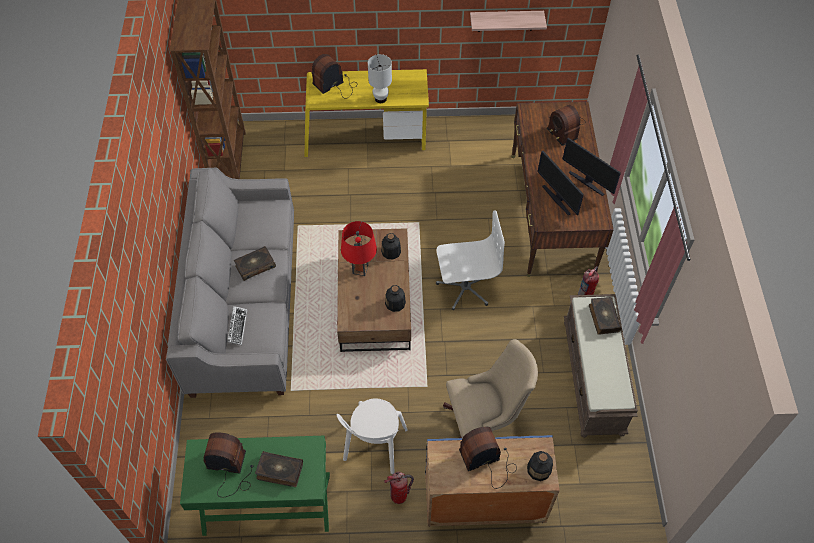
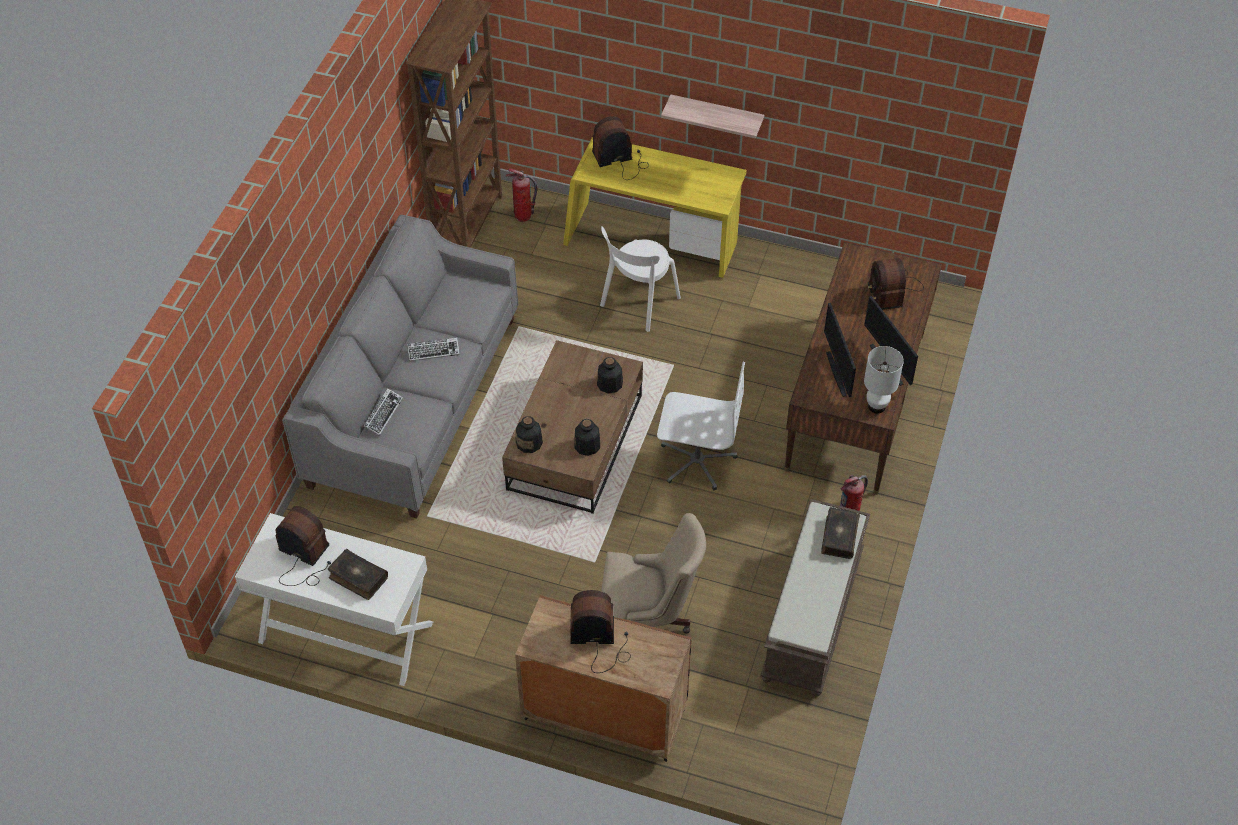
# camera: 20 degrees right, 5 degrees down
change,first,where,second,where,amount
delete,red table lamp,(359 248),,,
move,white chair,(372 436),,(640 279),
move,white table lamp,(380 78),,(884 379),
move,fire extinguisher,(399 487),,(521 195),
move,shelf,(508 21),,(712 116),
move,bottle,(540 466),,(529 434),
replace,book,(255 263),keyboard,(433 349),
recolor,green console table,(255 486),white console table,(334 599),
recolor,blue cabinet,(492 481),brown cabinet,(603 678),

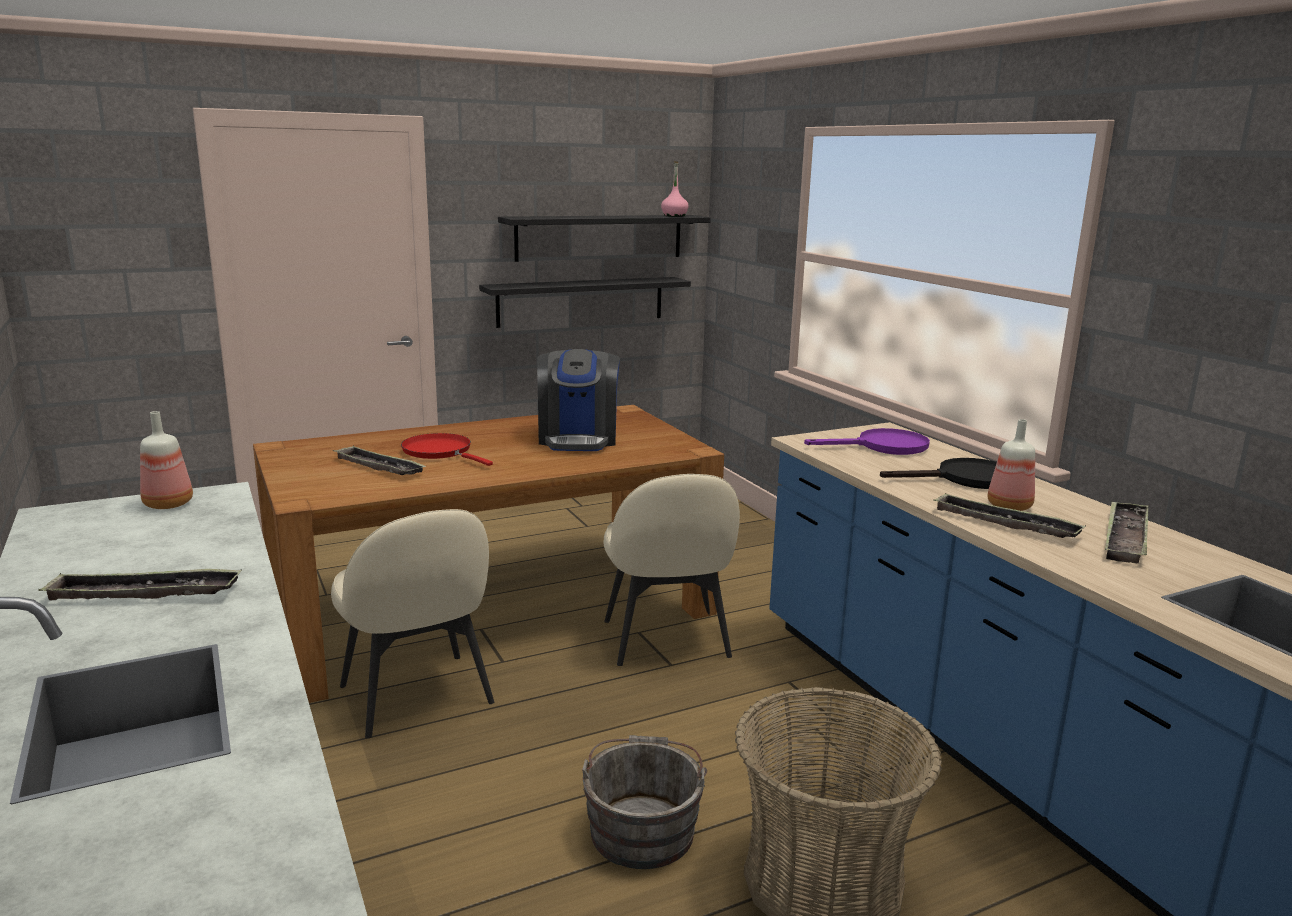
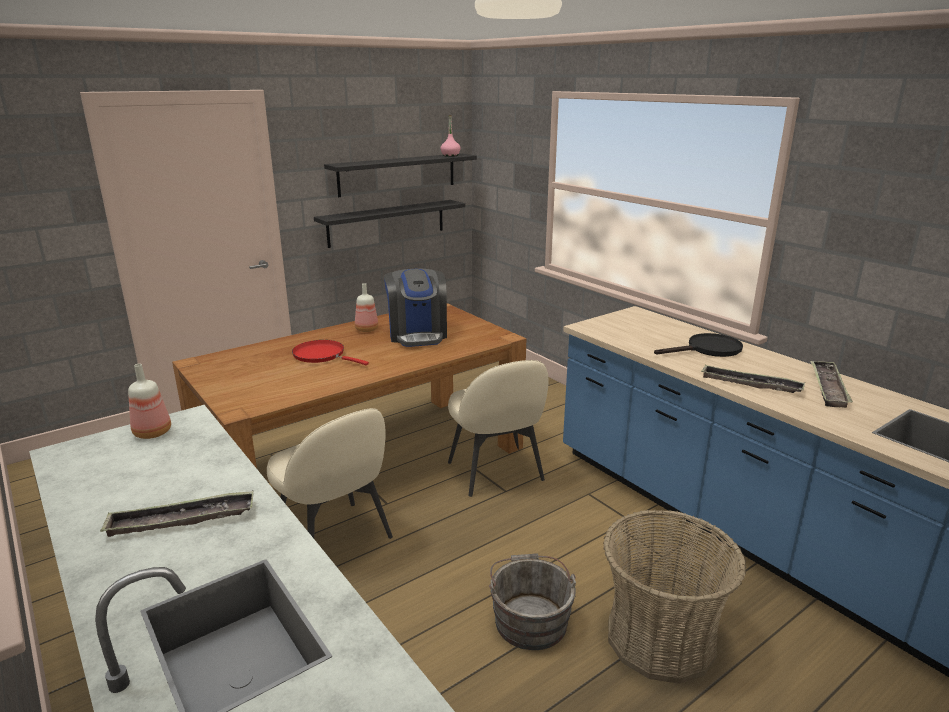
# camera: 10 degrees left, 5 degrees up
change,first,where,second,where,amount
delete,tray,(379 460),,,
delete,purple frying pan,(867 441),,,
move,bottle,(1011 465),,(366 307),

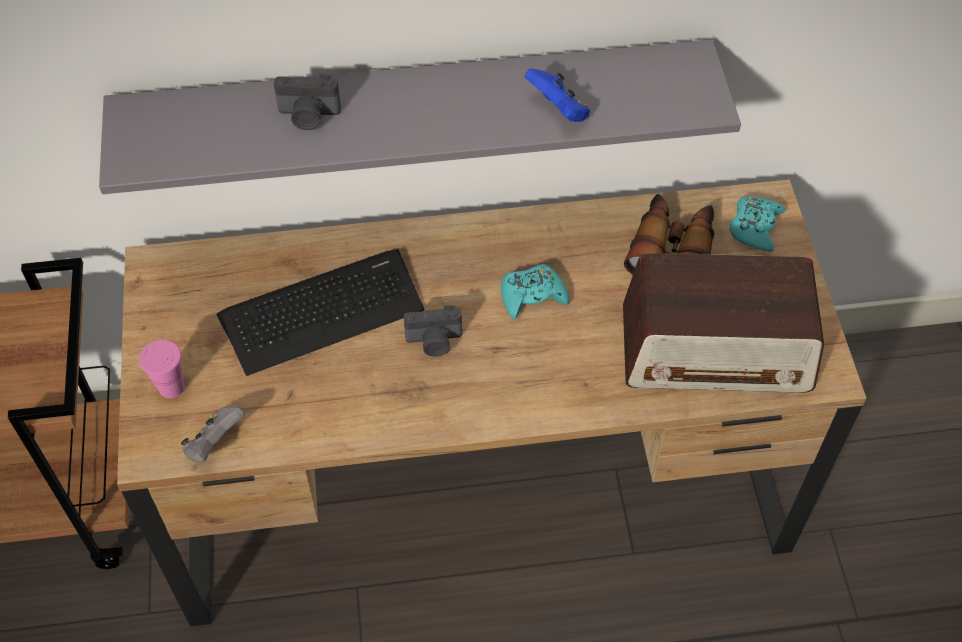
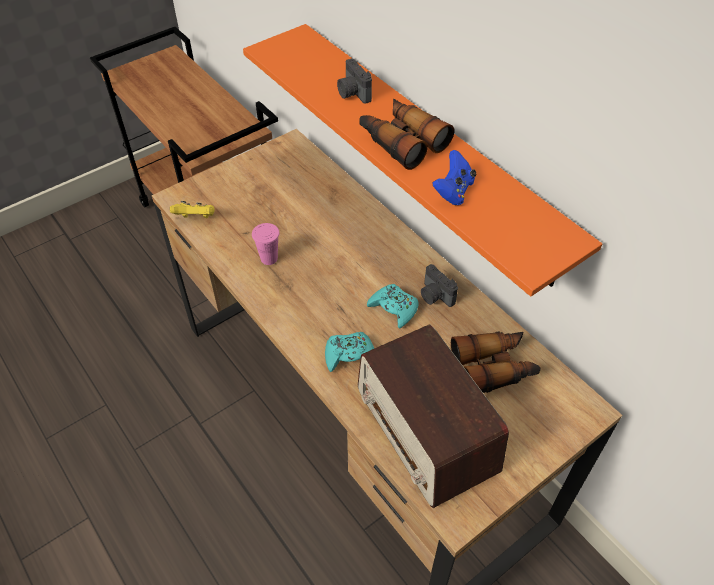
# camera: 60 degrees right, 5 degrees down
change,first,where,second,where,amount
delete,keyboard,(320 312),,,
insert,,,binoculars,(407 134),
move,pink cup,(161 369),,(266 244),
move,photo camera,(433 331),,(439 285),
move,turquoise game controller,(758 224),,(349 352),
recolor,grey shelf,(420 116),orange shelf,(422 160),
recolor,grey game controller,(213 434),yellow game controller,(192 209),

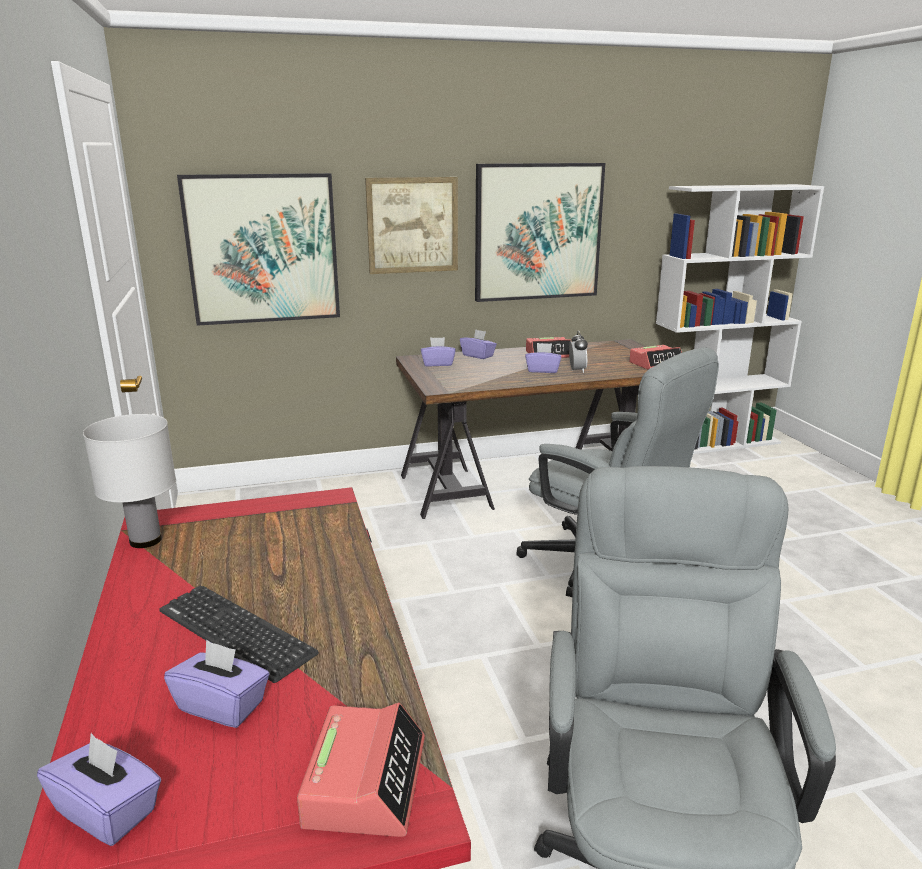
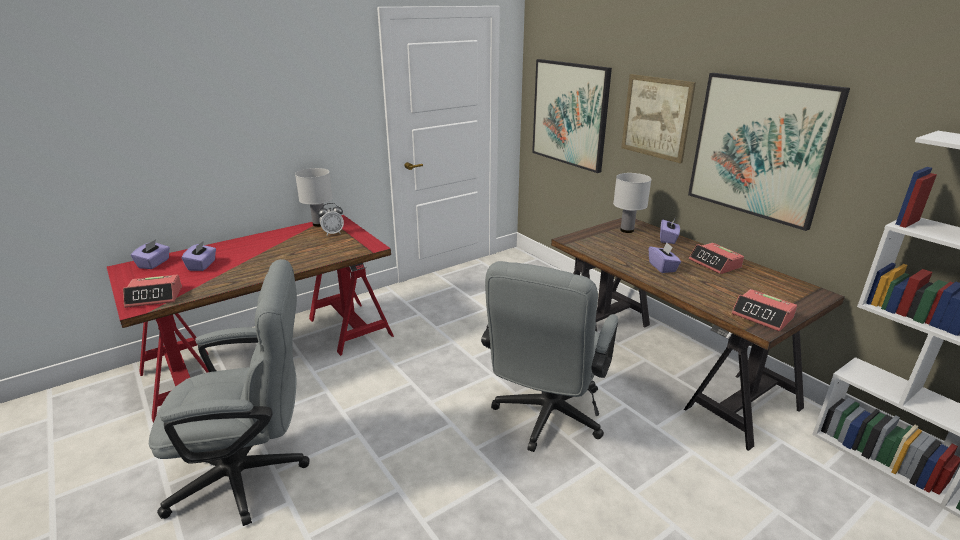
# camera: 70 degrees right, 5 degrees up
change,first,where,second,where,amount
delete,keyboard,(239 634),,,
move,alarm clock,(578 352),,(331 219),
replace,purple tissue box,(438 352),white table lamp,(632 203),

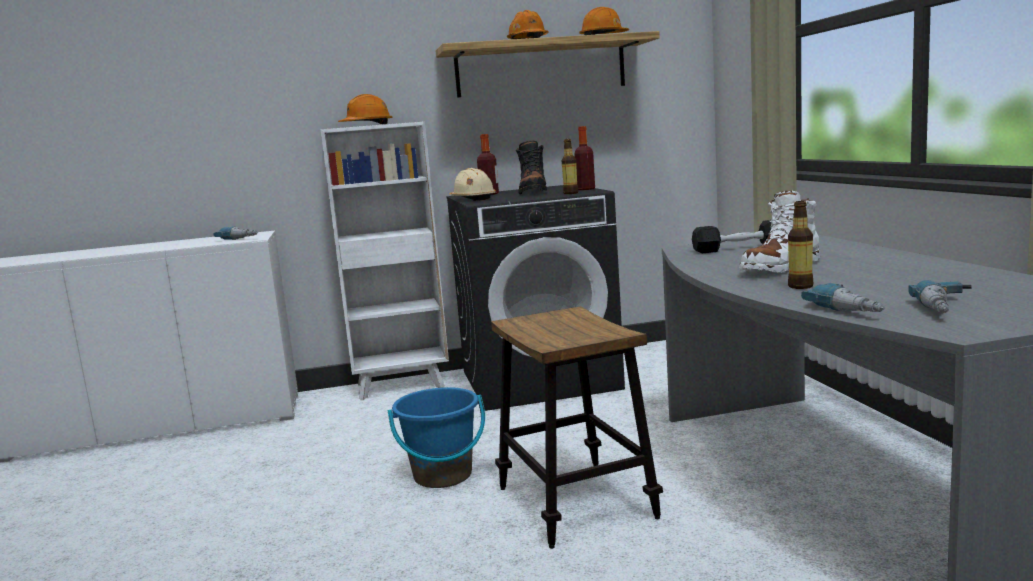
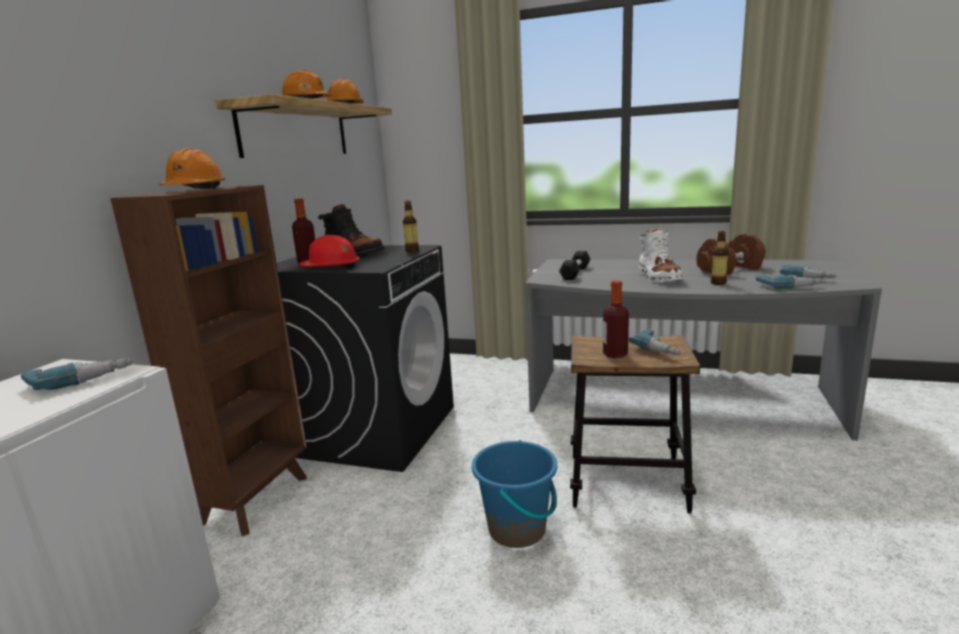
# camera: 60 degrees left, 5 degrees up
change,first,where,second,where,amount
insert,,,power drill,(655 342),
insert,,,brown dumbbell,(730 254),
move,bottle,(584 158),,(616 319),
recolor,white bookcase,(385 260),brown bookcase,(208 360),
recolor,beige hard hat,(472 184),red hard hat,(329 252),

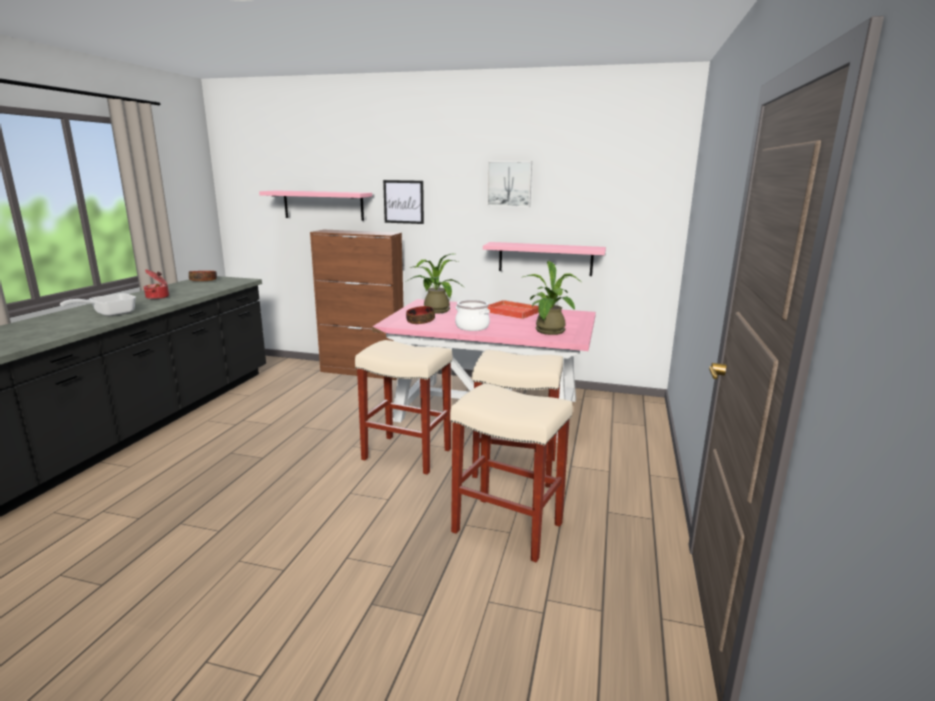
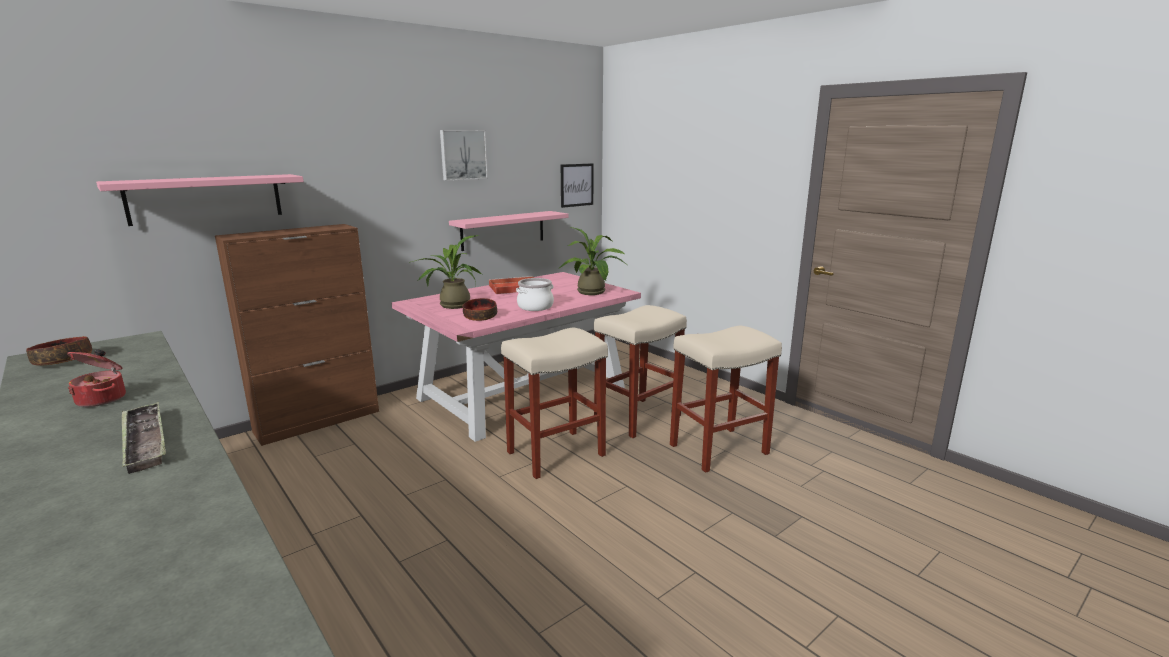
# camera: 55 degrees left, 0 degrees up
change,first,where,second,where,amount
move,picture,(403 202),,(577 185),
replace,frying pan,(98 304),tray,(144 438),

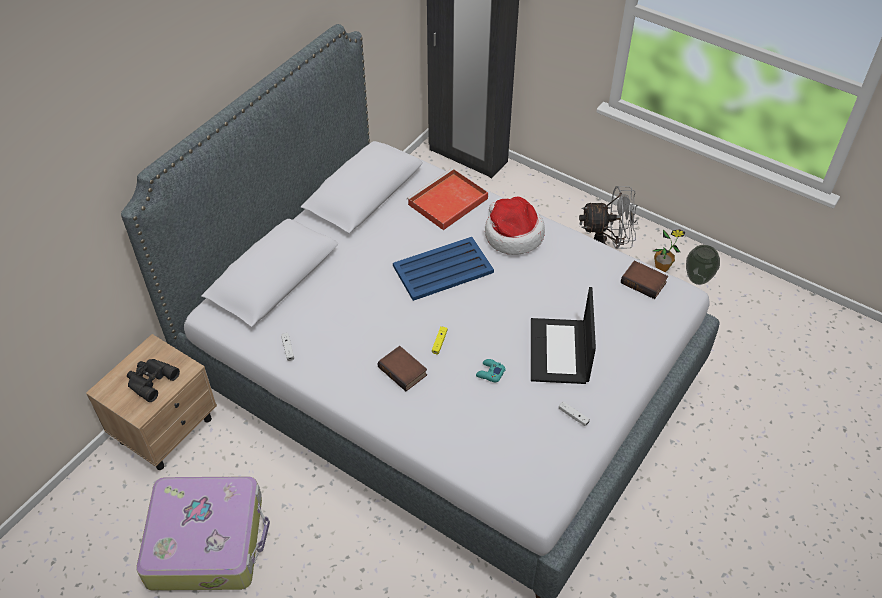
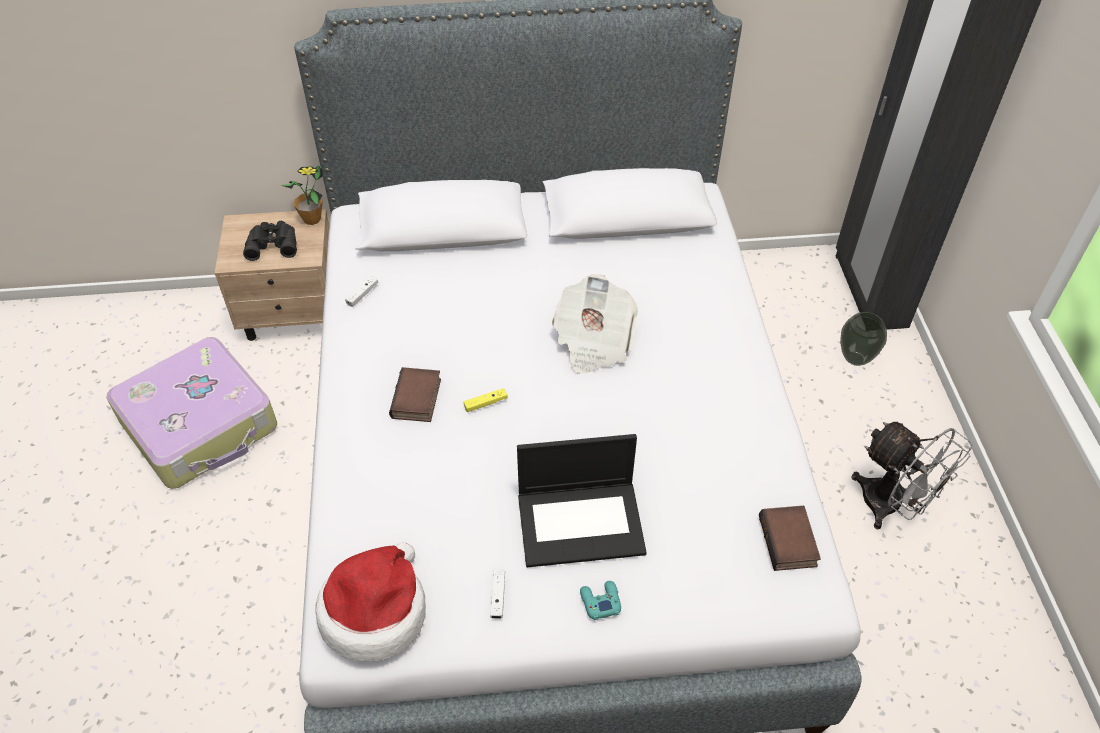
# camera: 50 degrees right, 0 degrees up
change,first,where,second,where,amount
delete,red tray,(447 199),,,
move,turquoise game controller,(491 371),,(600 600),
move,hat,(515 226),,(370 602),
move,potted plant,(669 250),,(302 195),
move,vase,(703 265),,(863 339),
replace,blue tray,(443 269),newspaper,(595 324),
rotate,laptop,(563 335),,(582 500),150 degrees counterclockwise

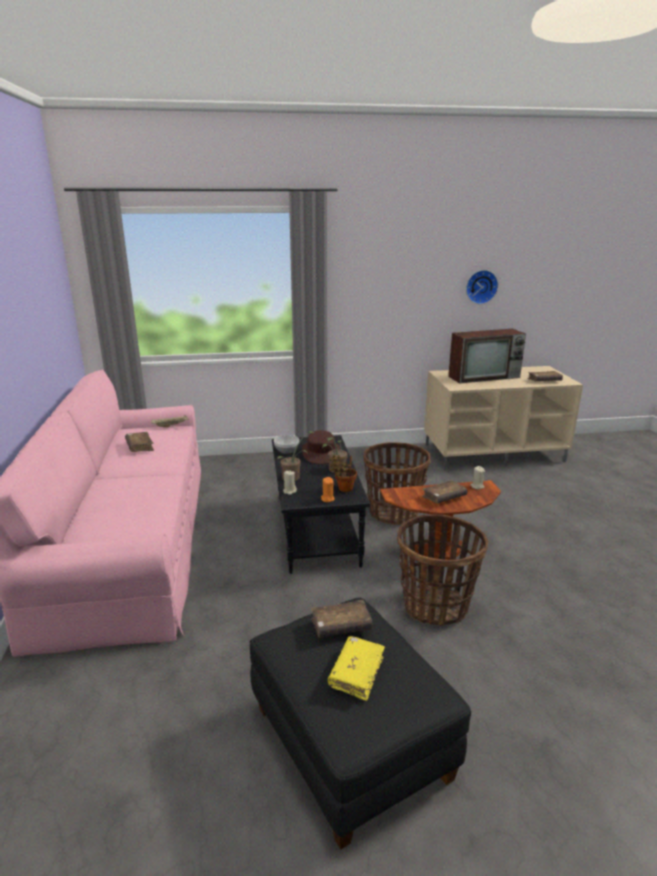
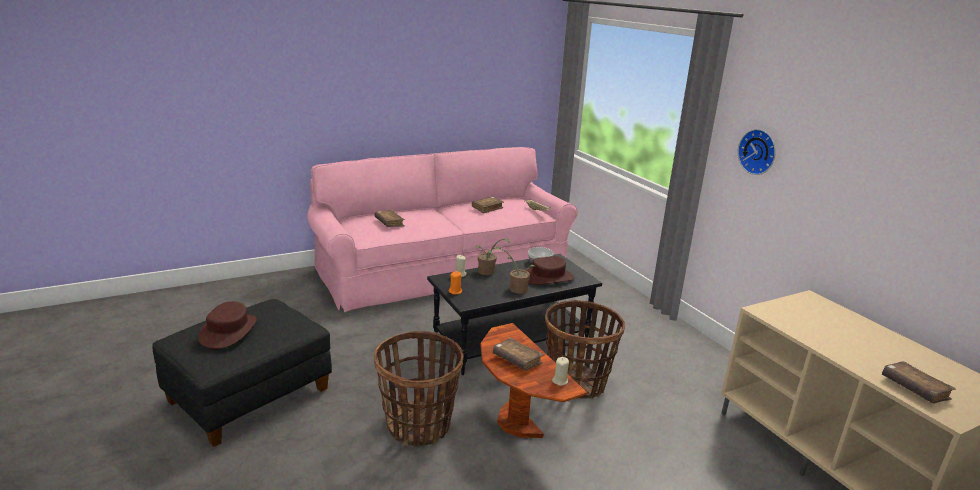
# camera: 70 degrees right, 0 degrees up
change,first,where,second,where,amount
delete,potted plant,(343 473),,,
delete,television,(487 356),,,
move,brown book,(341 619),,(389 218),
move,wall clock,(482 287),,(757 152),
replace,yellow book,(356 668),brown hat,(227 325),

